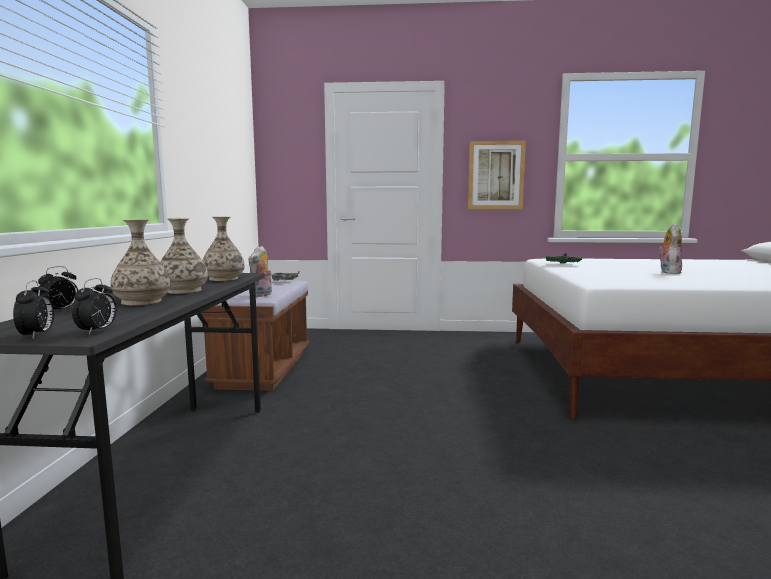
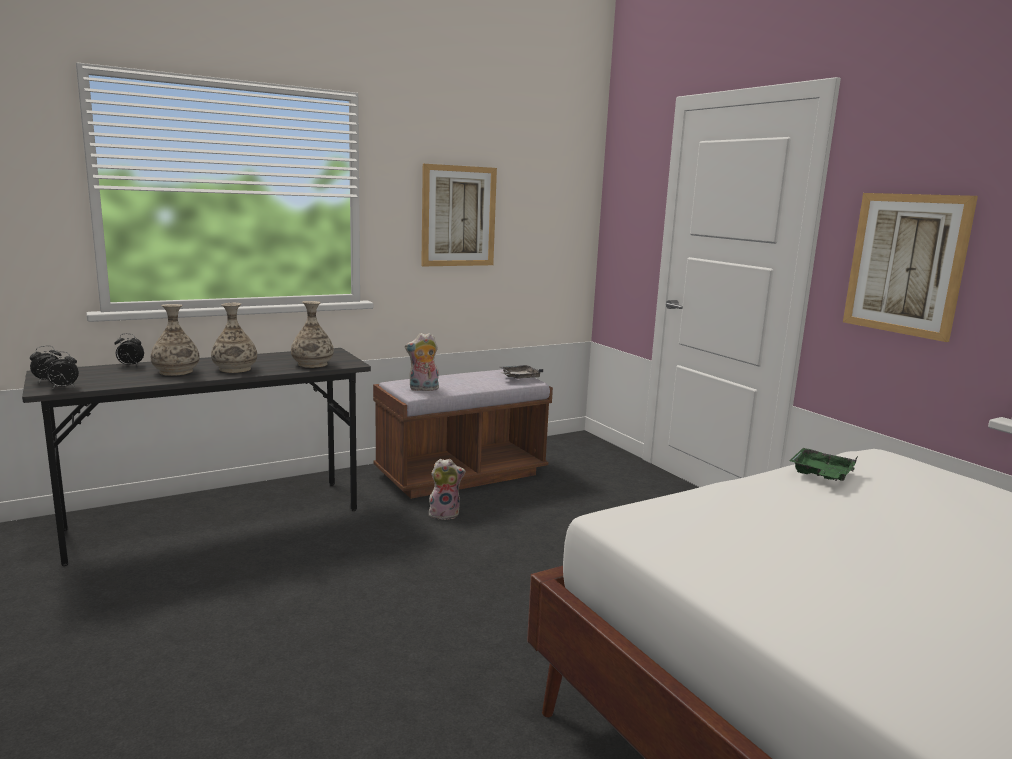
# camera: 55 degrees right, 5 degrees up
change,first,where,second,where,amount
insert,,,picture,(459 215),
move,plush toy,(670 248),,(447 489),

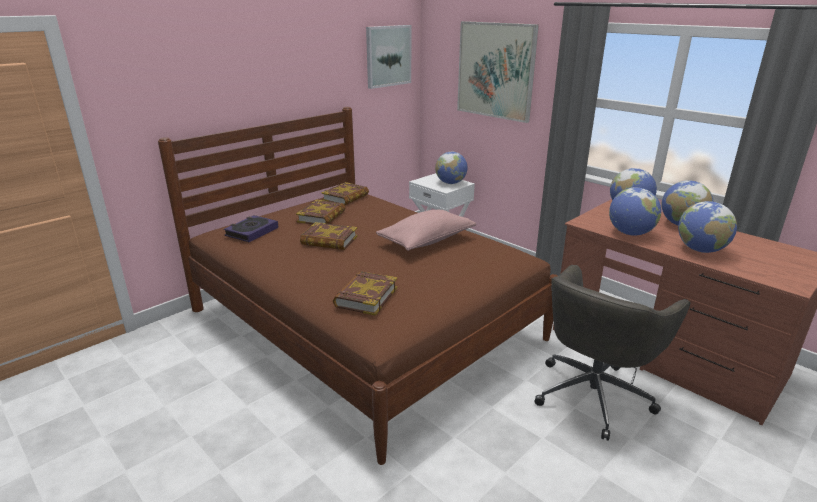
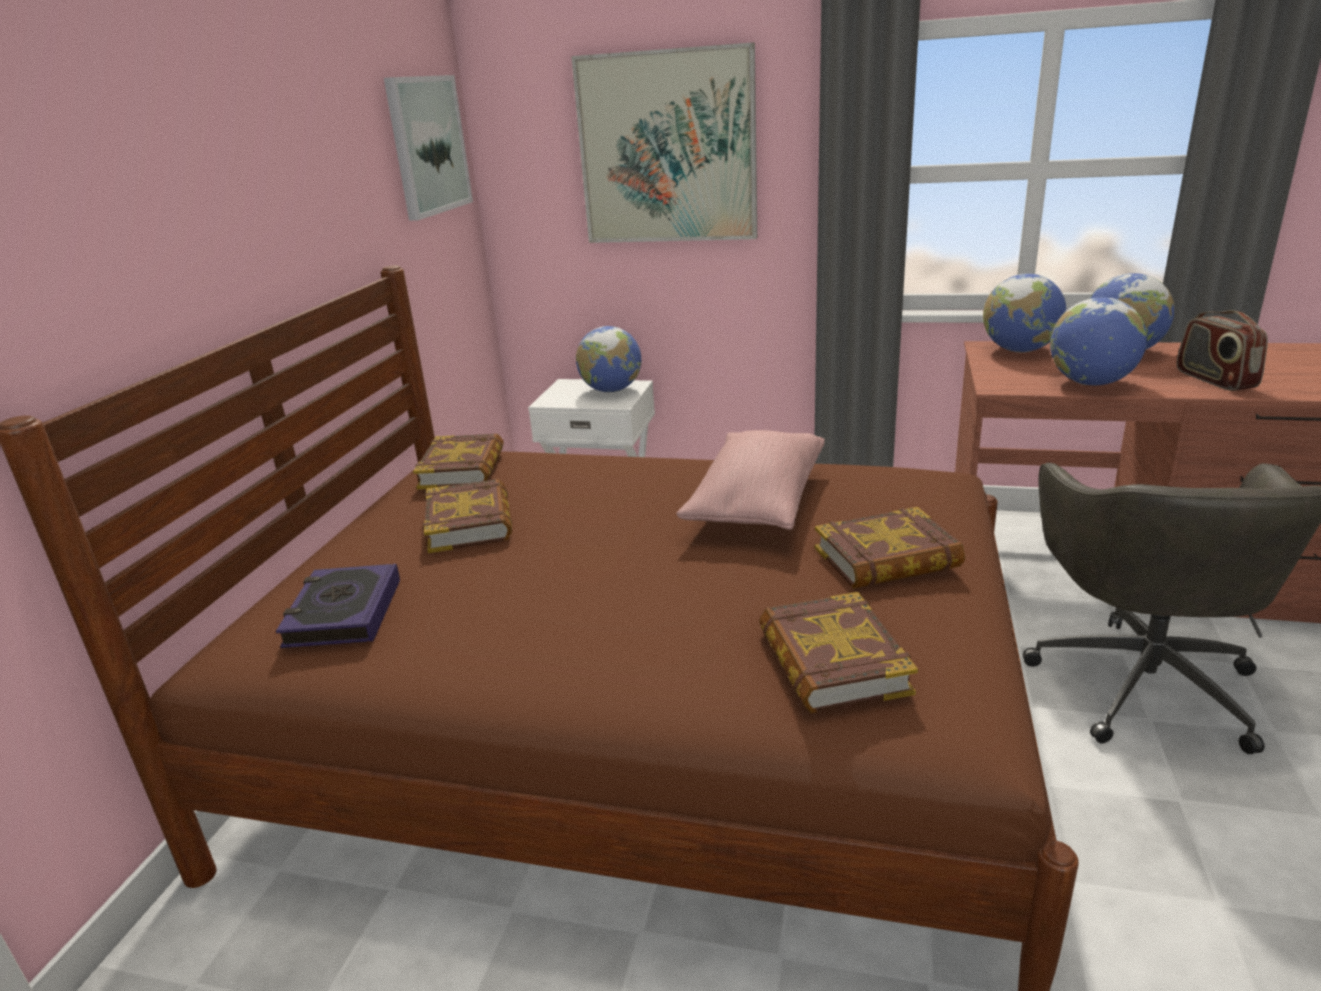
# camera: 30 degrees left, 0 degrees up
change,first,where,second,where,amount
move,book,(328 236),,(890 548),
replace,globe,(707 227),radio,(1222 350),

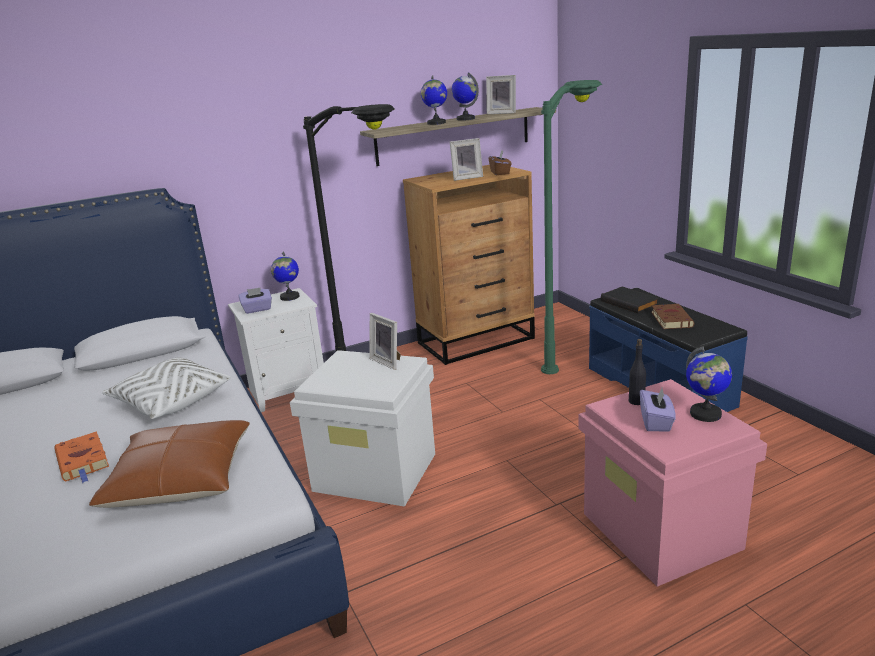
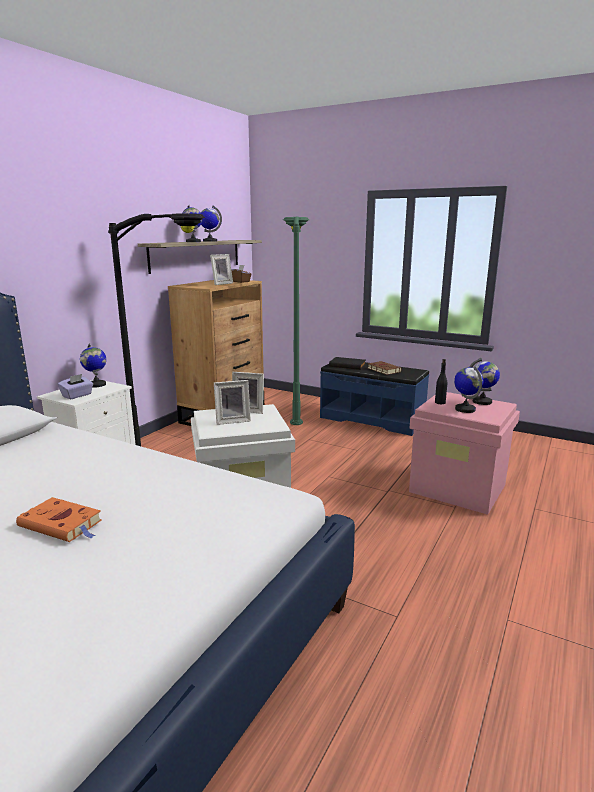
# camera: 35 degrees left, 5 degrees down
change,first,where,second,where,amount
delete,brown pillow,(169 464),,,
delete,white pillow,(166 388),,,
move,picture frame,(501 94),,(232 402),
replace,purple tissue box,(658 408),globe,(468 389),

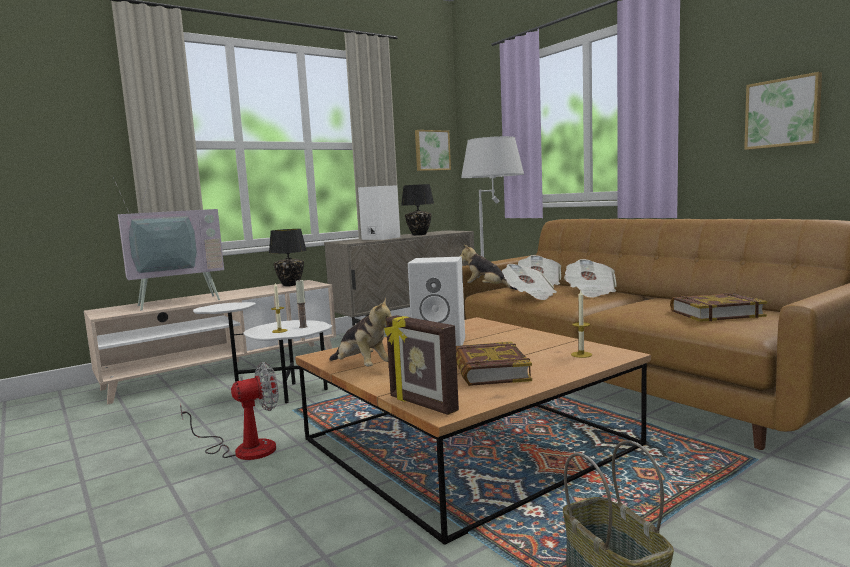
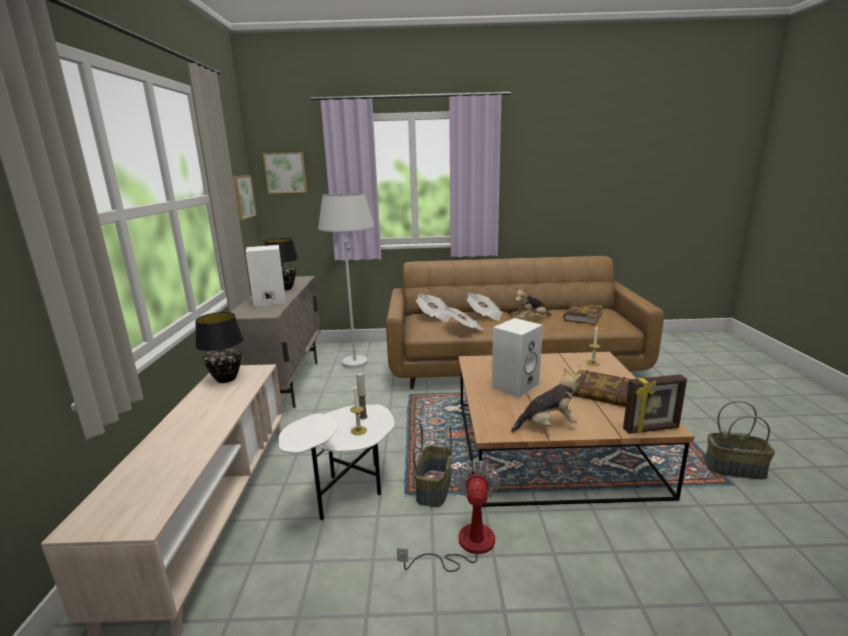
# camera: 55 degrees left, 10 degrees up
change,first,where,second,where,amount
delete,television,(168 244),,,
insert,,,basket,(432 465),
move,plush toy,(488 267),,(532 303),
move,picture,(783 111),,(285 173),

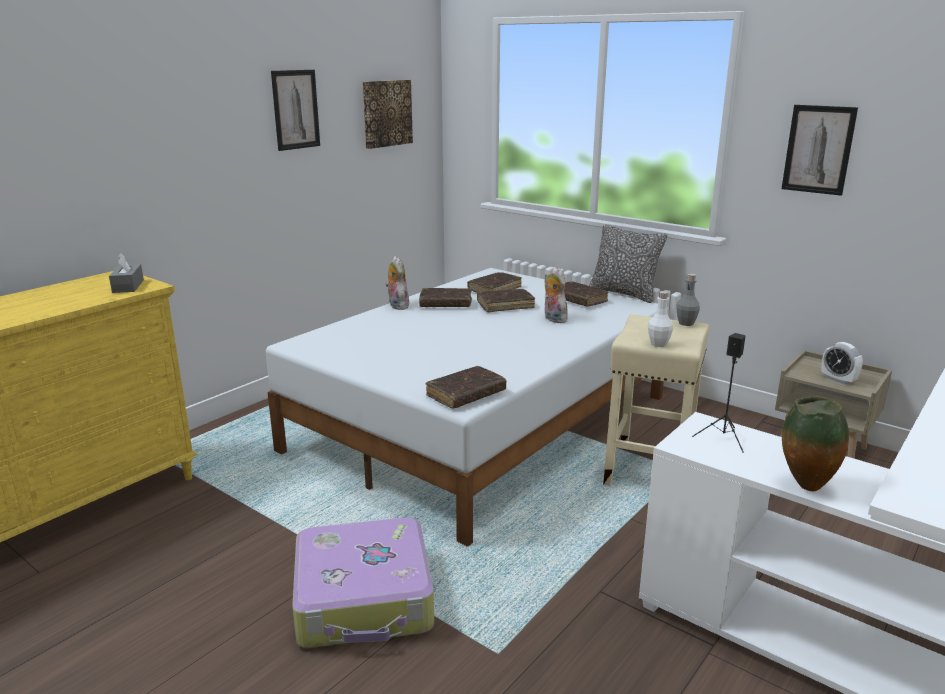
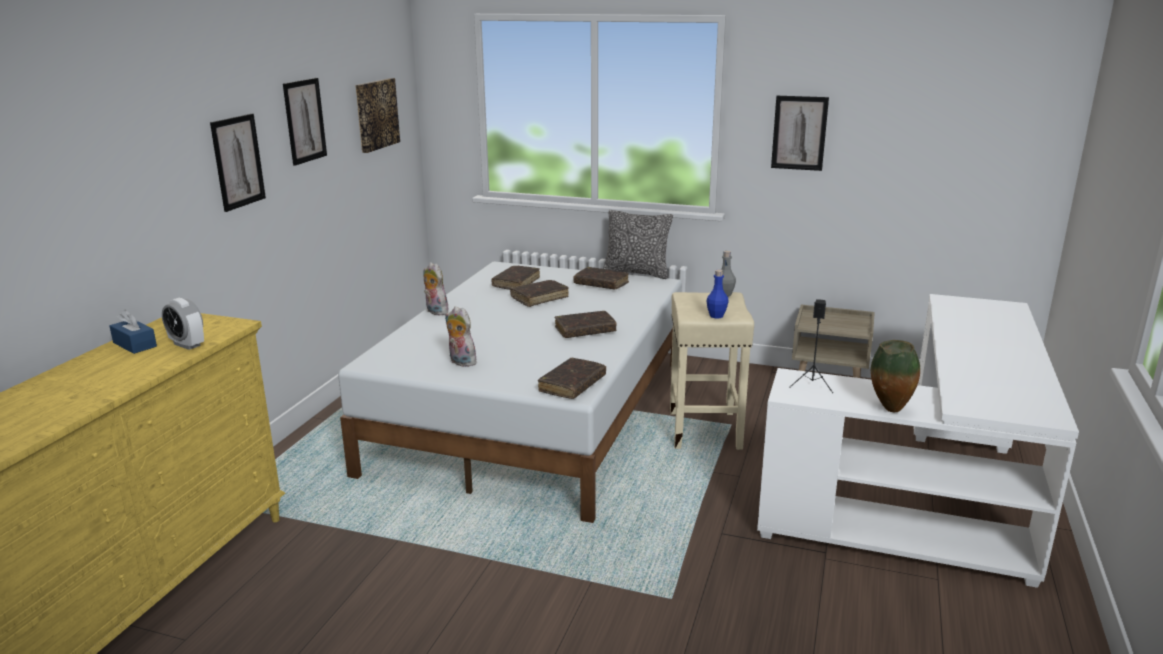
# camera: 20 degrees left, 0 degrees up
change,first,where,second,where,amount
delete,grey tissue box,(126 273),,,
delete,suitcase,(363 583),,,
insert,,,blue tissue box,(133 332),
insert,,,picture,(238 163),
move,brown book,(445 297),,(586 324),
move,plush toy,(556 295),,(460 336),
move,alarm clock,(842 363),,(183 324),
recolor,white bottle,(660 319),blue bottle,(717 294),

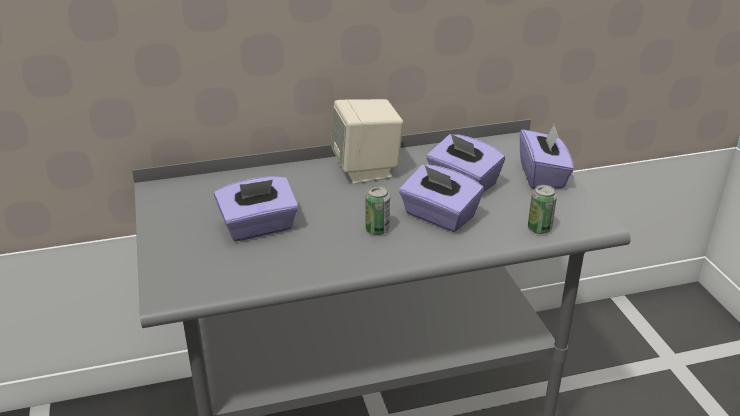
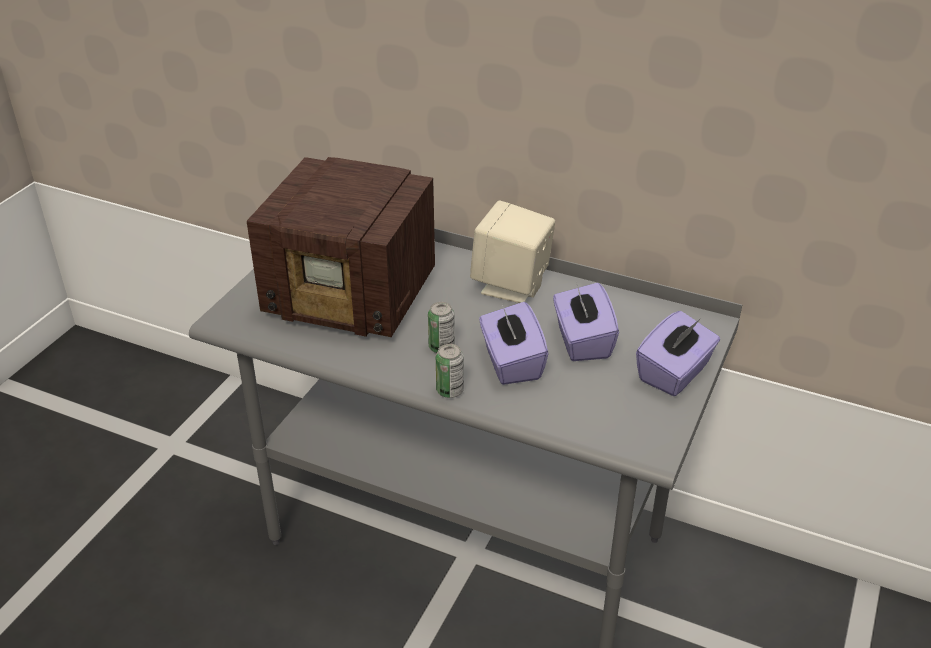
# camera: 40 degrees right, 5 degrees up
change,first,where,second,where,amount
move,can,(542 209),,(450 371),
replace,purple tissue box,(256 208),radio,(341 247),

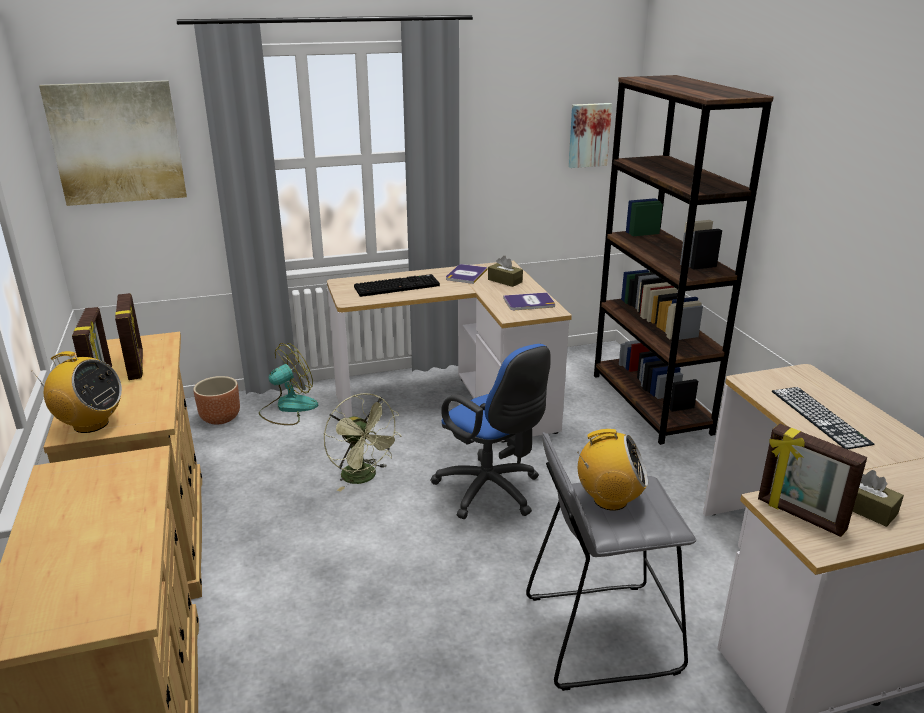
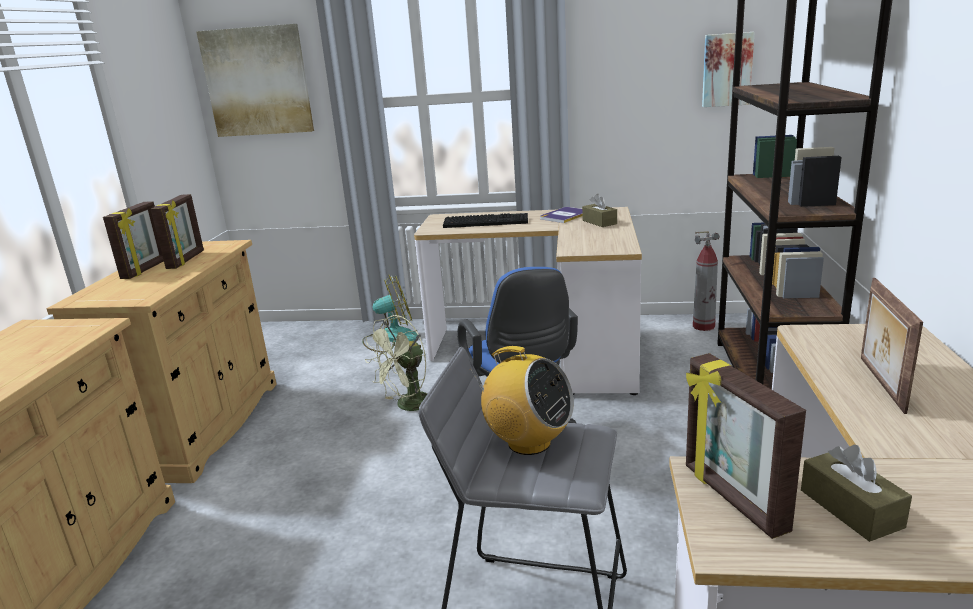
# camera: 25 degrees right, 5 degrees down
change,first,where,second,where,amount
delete,radio,(77 392),,,
delete,brown planter,(216 400),,,
delete,book,(529 301),,,
insert,,,fire extinguisher,(706 281),
replace,keyboard,(823 418),picture frame,(892 346),
rotate,green fan,(363 442),,(396 363),60 degrees clockwise

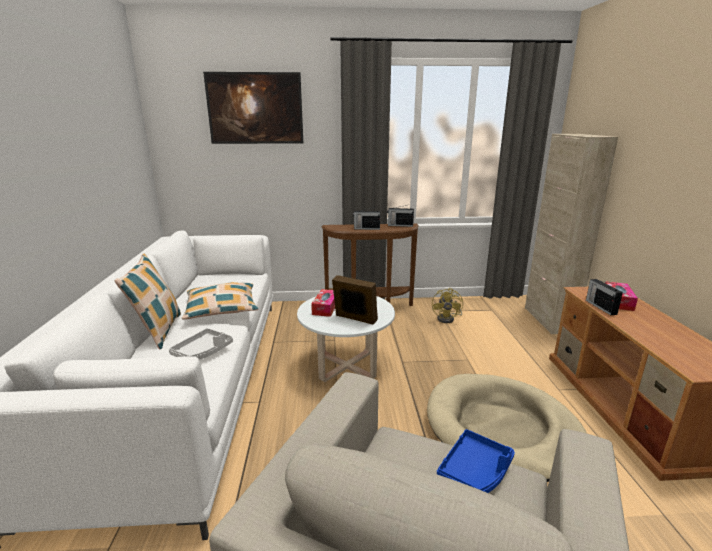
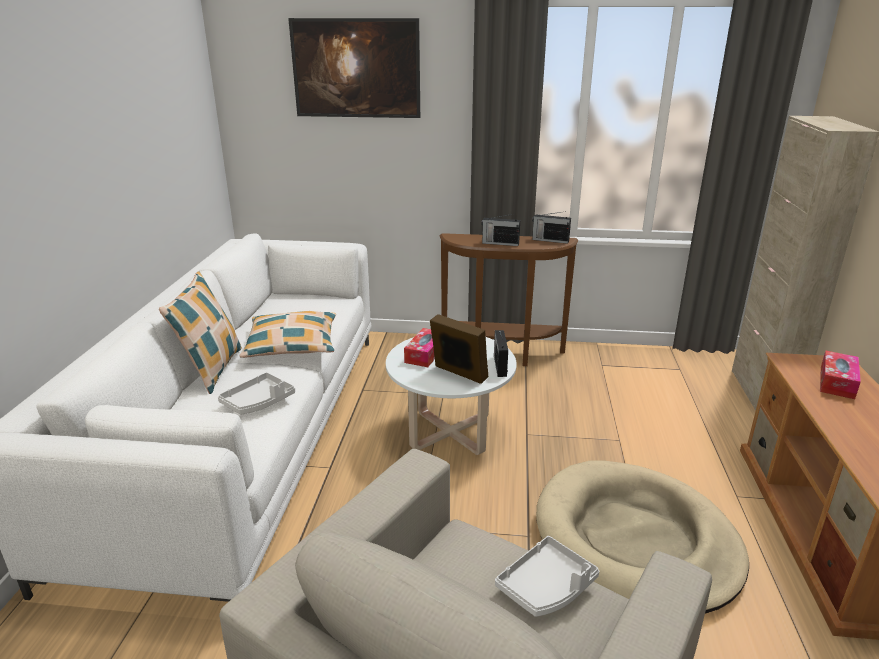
# camera: 10 degrees right, 5 degrees up
change,first,where,second,where,amount
delete,yellow fan,(447 305),,,
move,radio,(604 297),,(501 353),
recolor,blue tray,(476 461),grey tray,(547 576),

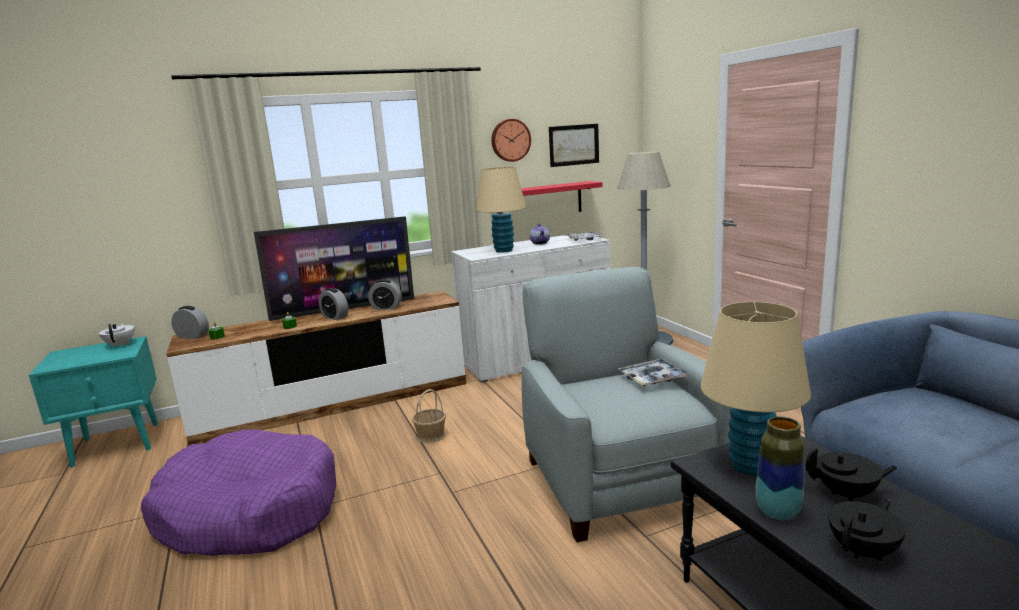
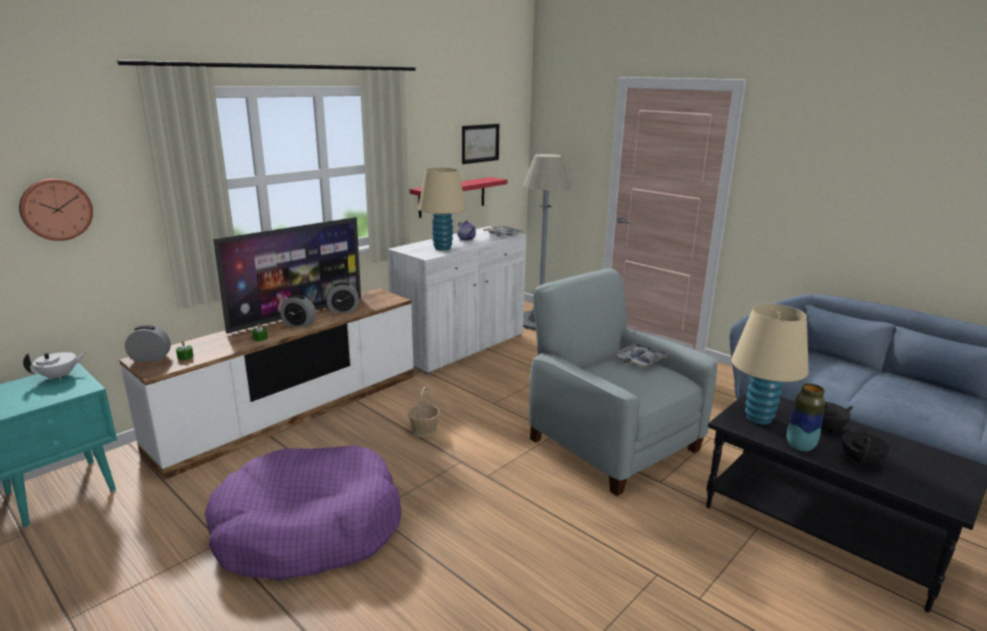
# camera: 25 degrees left, 5 degrees up
change,first,where,second,where,amount
move,wall clock,(511 140),,(56 210),
rotate,white teapot,(117 335),,(55 366),90 degrees clockwise

